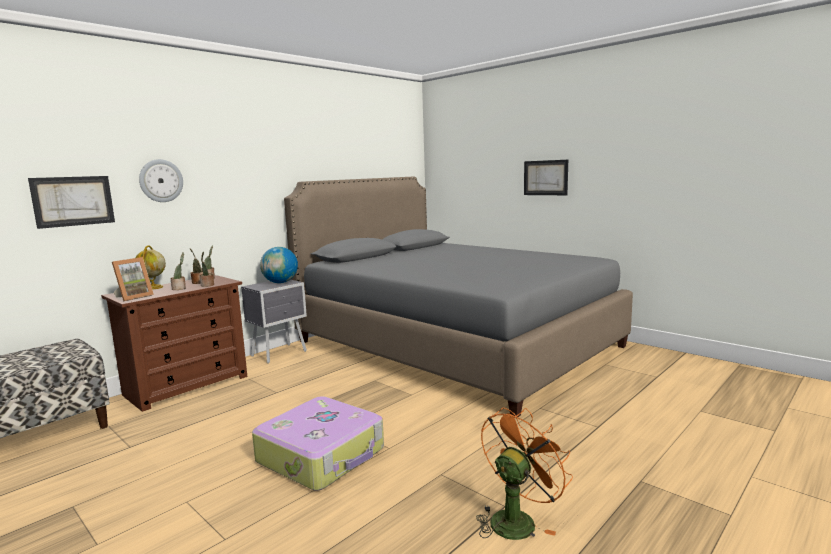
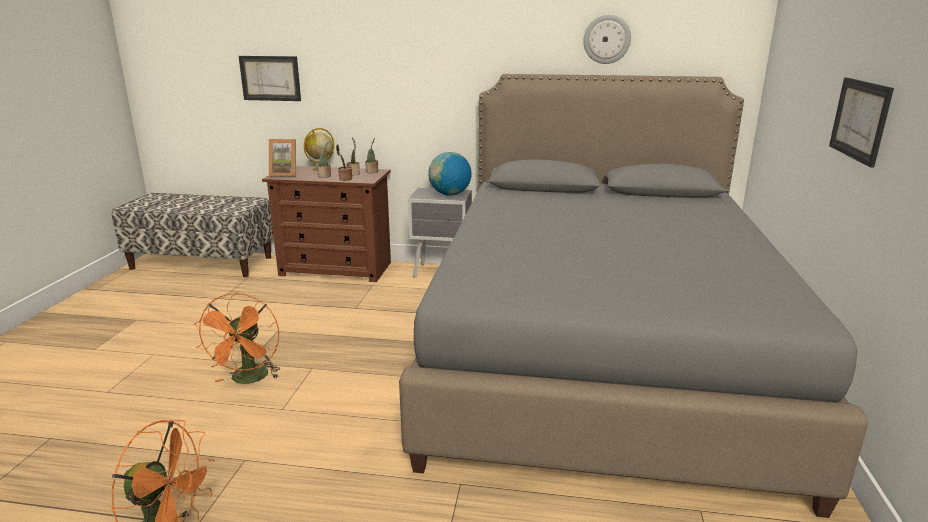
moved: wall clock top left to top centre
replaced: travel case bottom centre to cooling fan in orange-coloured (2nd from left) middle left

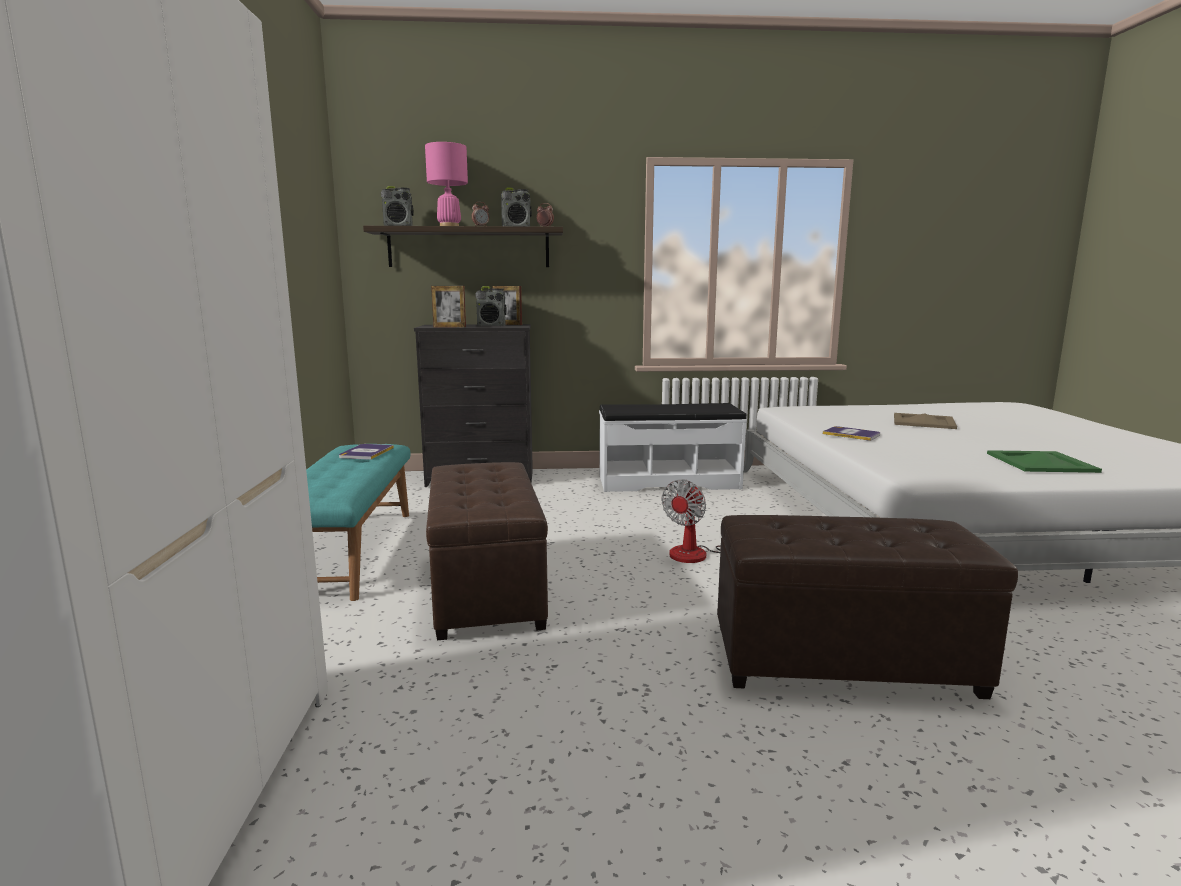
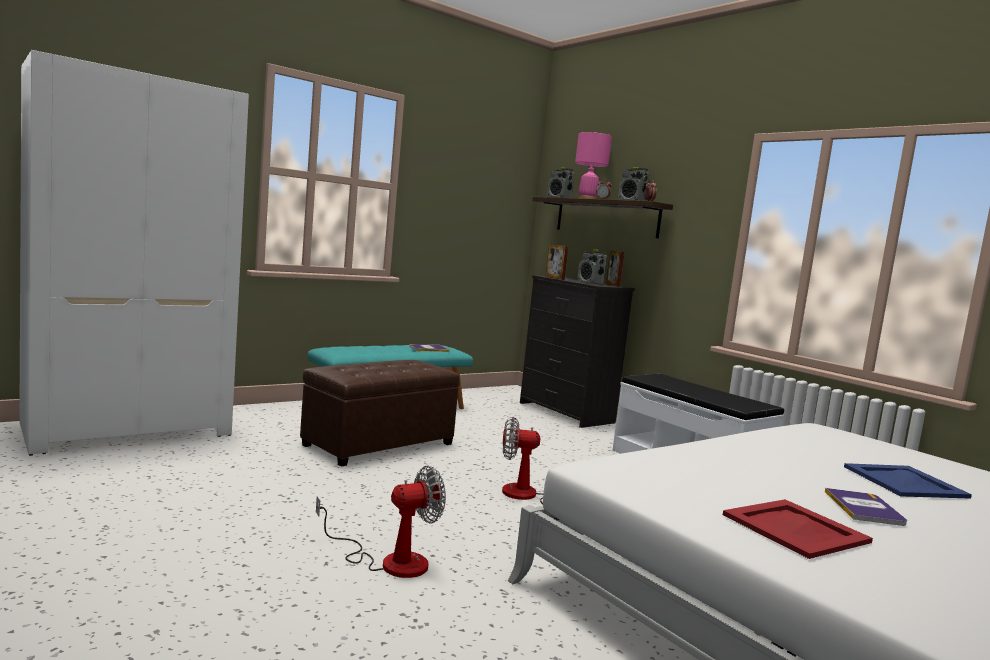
moved: bound book (2nd from left) middle right to bottom right
replaced: footrest in brownish (2nd from left) bottom right to cooling fan (1st from left) bottom centre
recoloured: tray in green middle right to tray in reddish bottom right; tray in beige-coloured middle right to tray in bluish bottom right

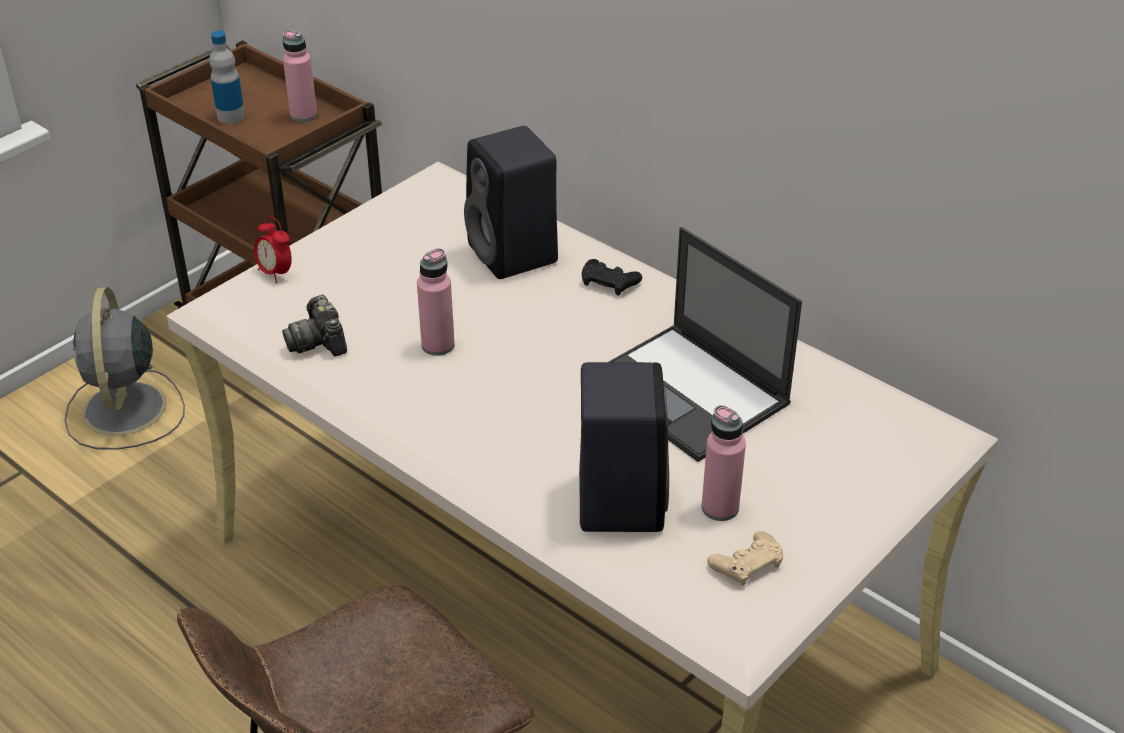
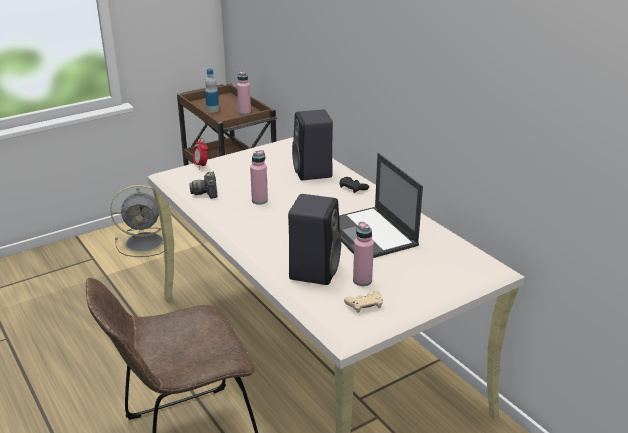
turned: cooling fan in greyish middle left = middle left 105 degrees counterclockwise

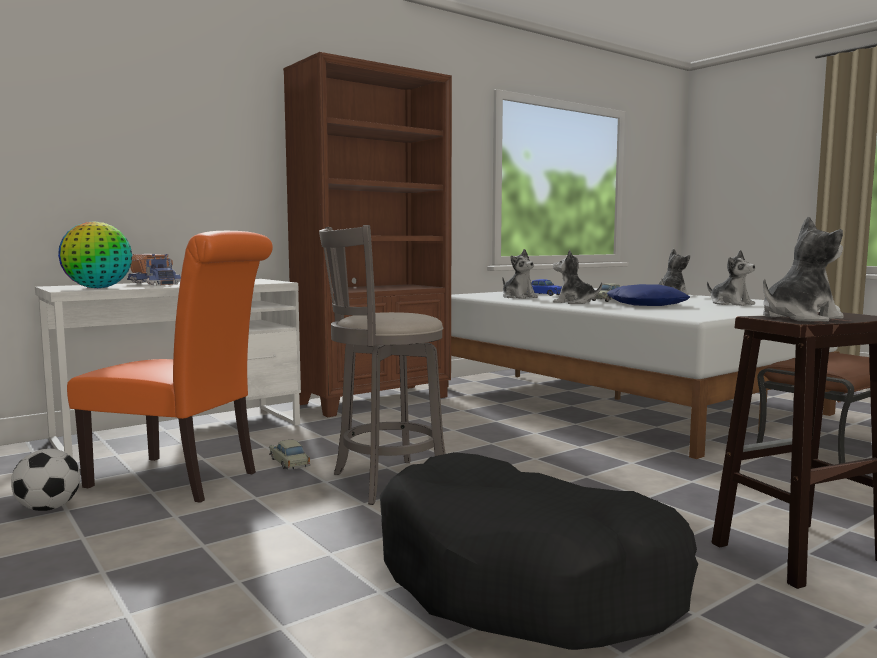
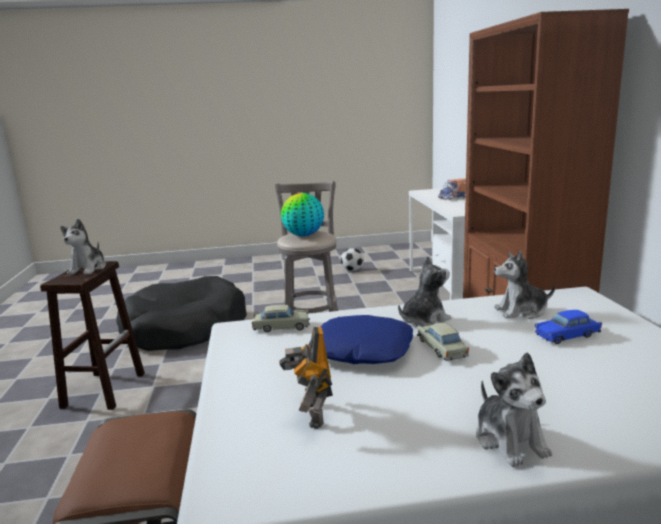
removed: upright chair in orange-coloured middle left
moved: miniature car in beige-coloured (1st from left) bottom left to centre; world globe middle left to centre
replaced: soft toy (4th from left) middle right to toy robot bottom centre

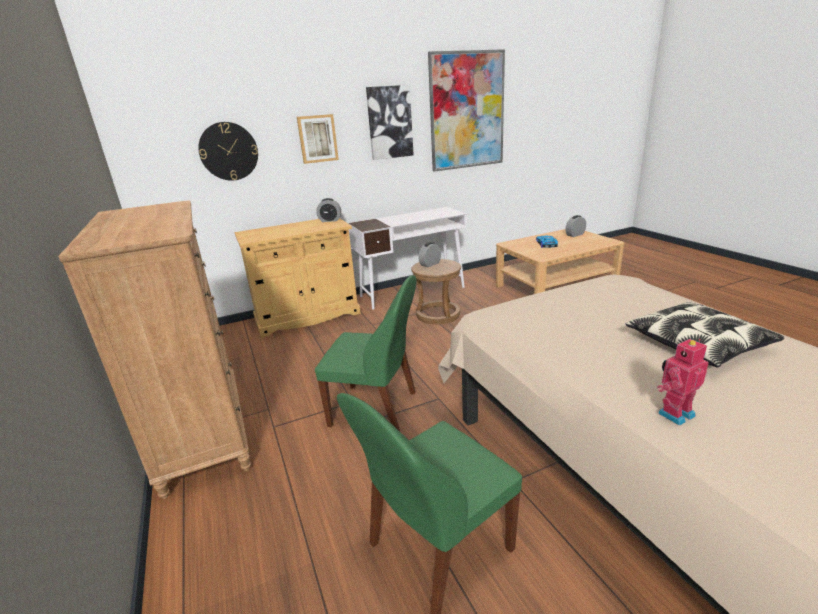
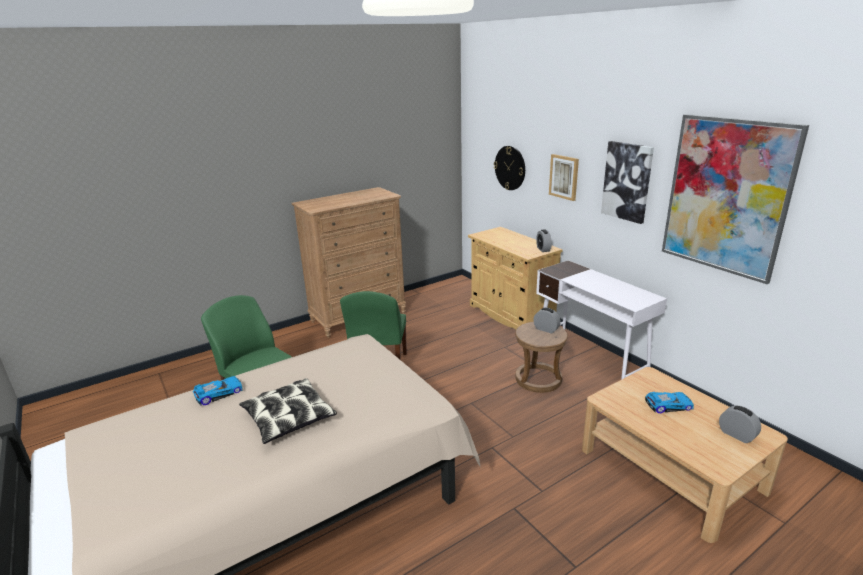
replaced: toy robot middle right to miniature car (1st from left) bottom left

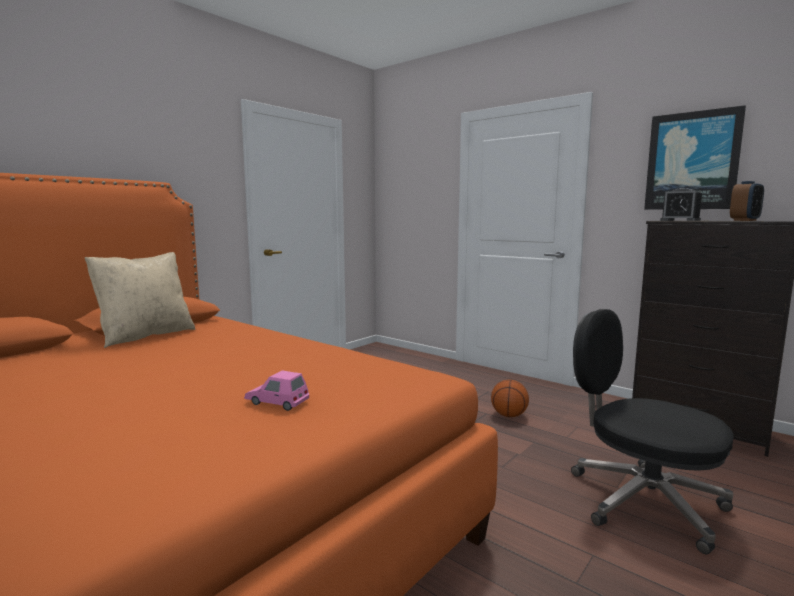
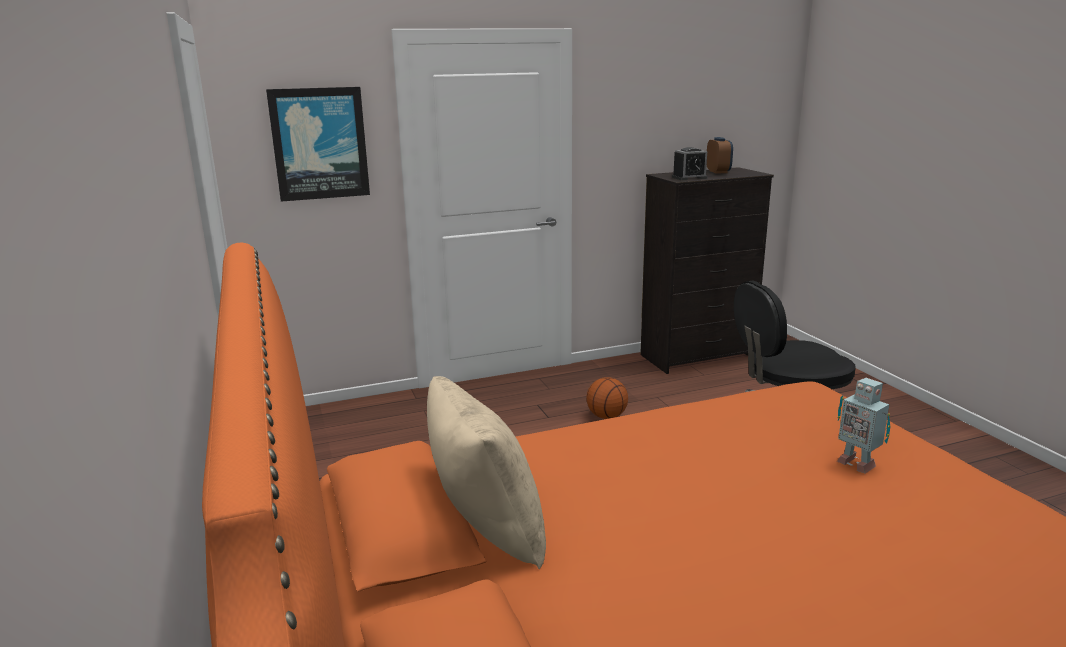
moved: picture top right to top left
replaced: miniature car in pink centre to toy robot middle right

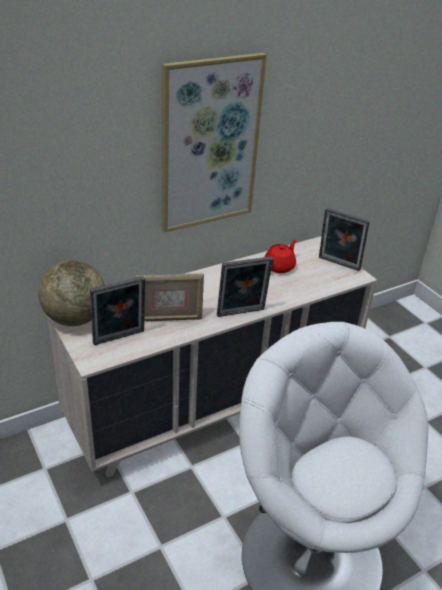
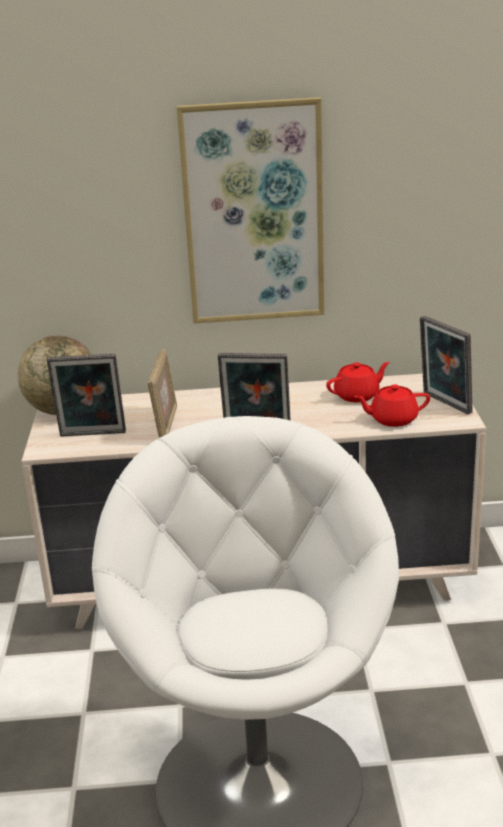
added: teapot in reddish (2nd from left) middle right
turned: standing frame (2nd from left) centre = middle left 105 degrees counterclockwise

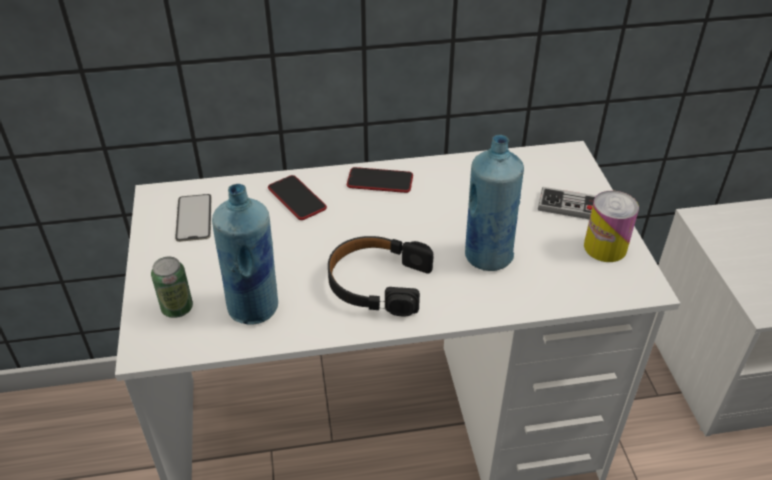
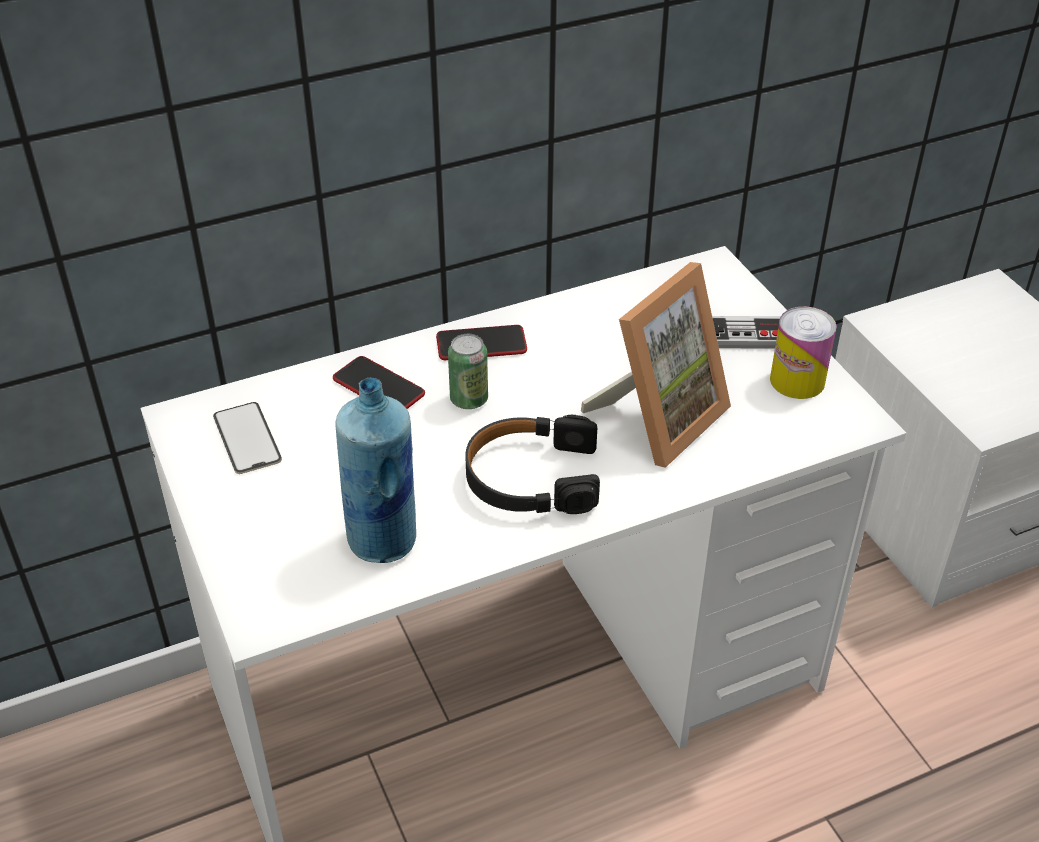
moved: sealed can (1st from left) middle left to centre
replaced: bottle in bluish (2nd from left) centre to standing frame centre

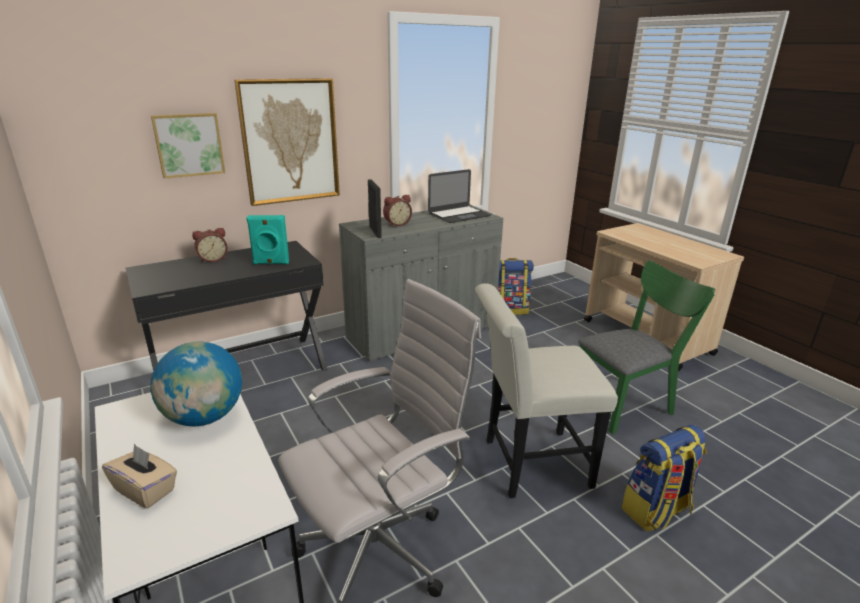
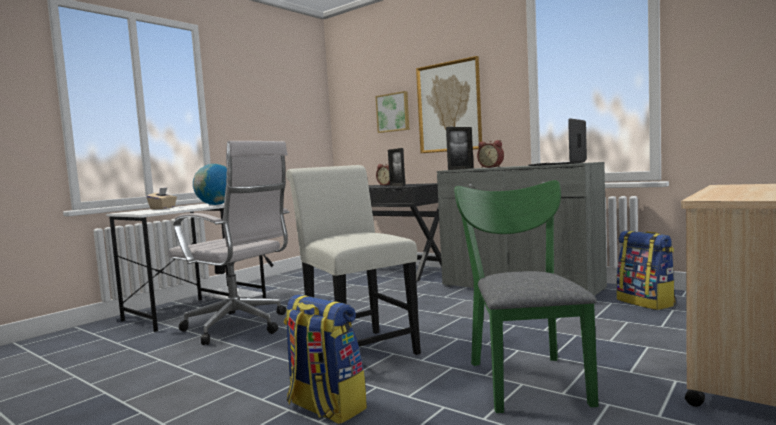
replaced: audio speaker in turquoise-coloured middle left to standing frame (1st from left) centre
turned: upright chair in green middle right = bottom right 135 degrees counterclockwise; notebook computer top centre = middle right 90 degrees clockwise

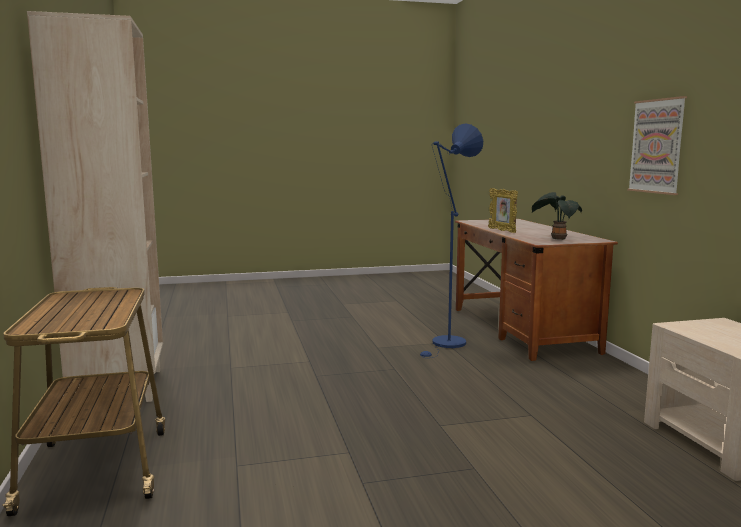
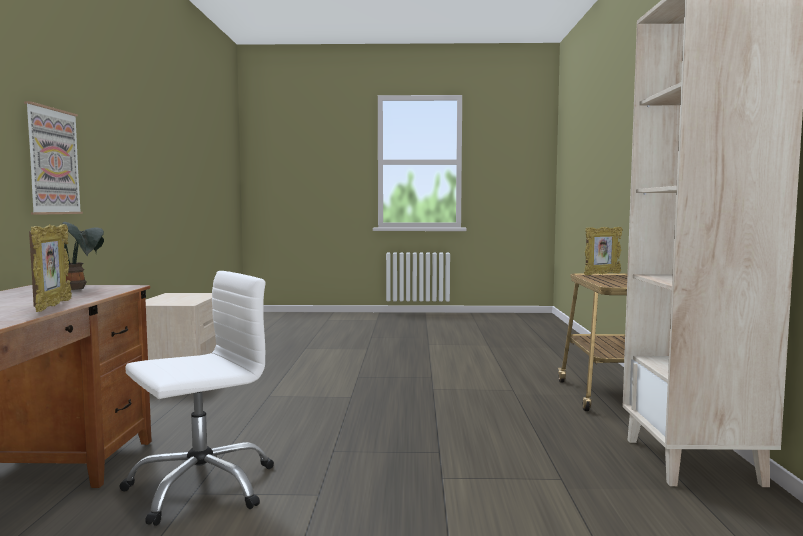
added: standing frame (2nd from left) middle right
replaced: standing lamp in bluish centre to computer chair in white bottom left

